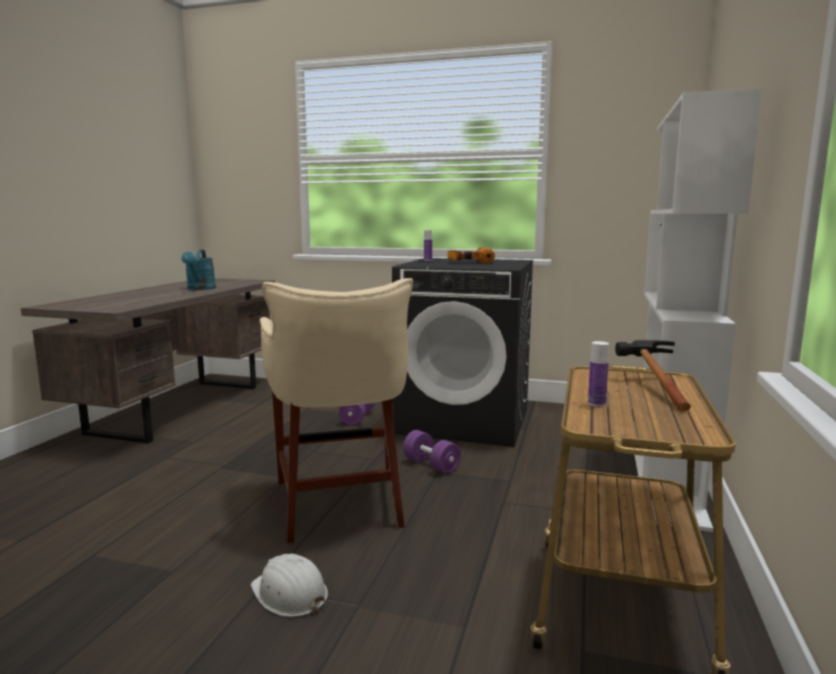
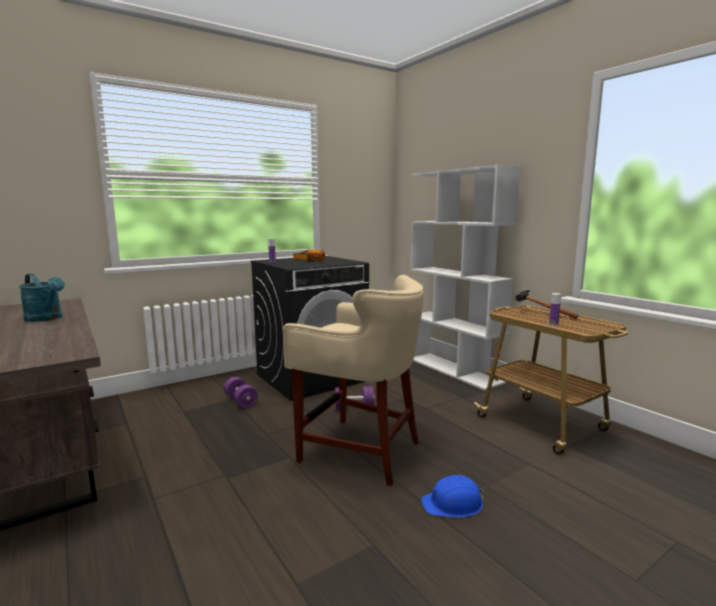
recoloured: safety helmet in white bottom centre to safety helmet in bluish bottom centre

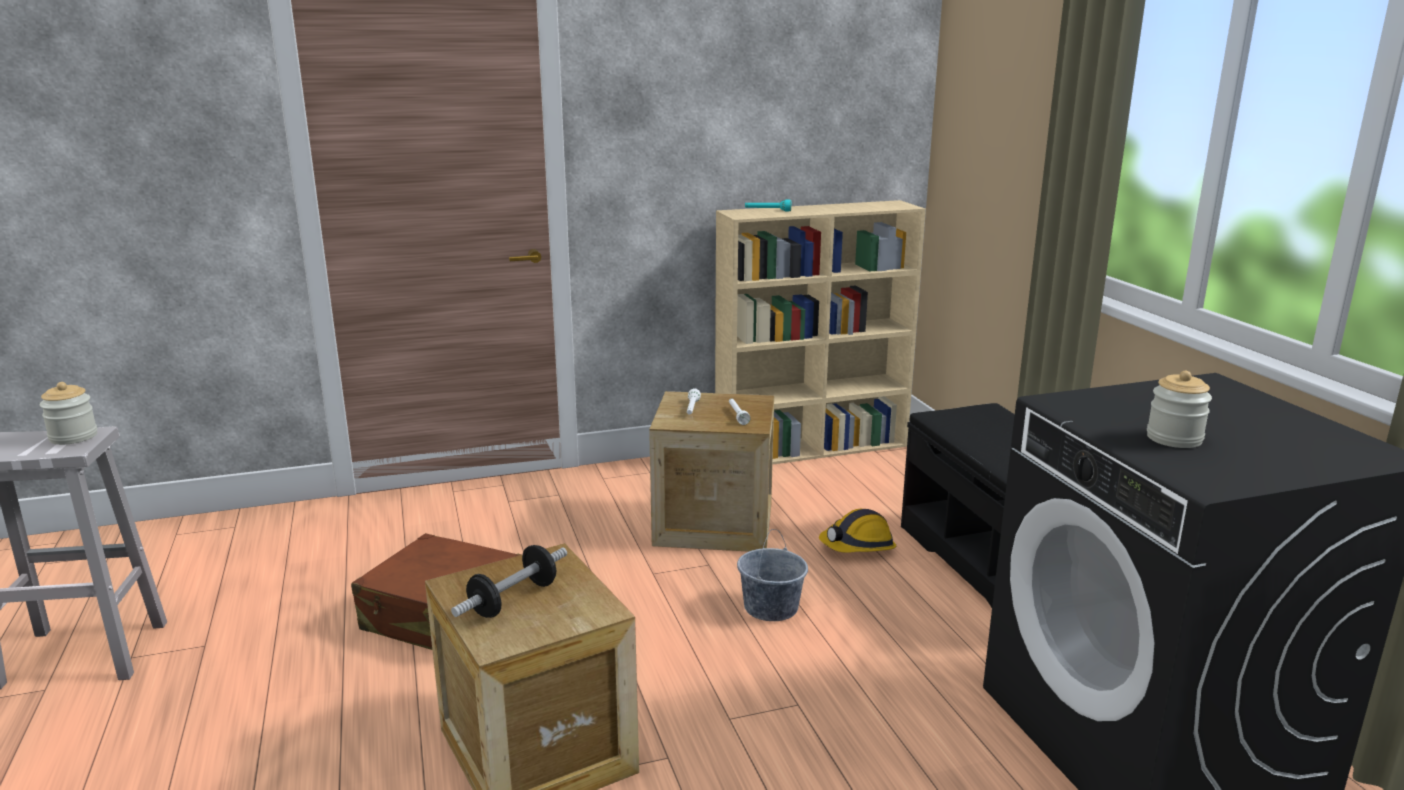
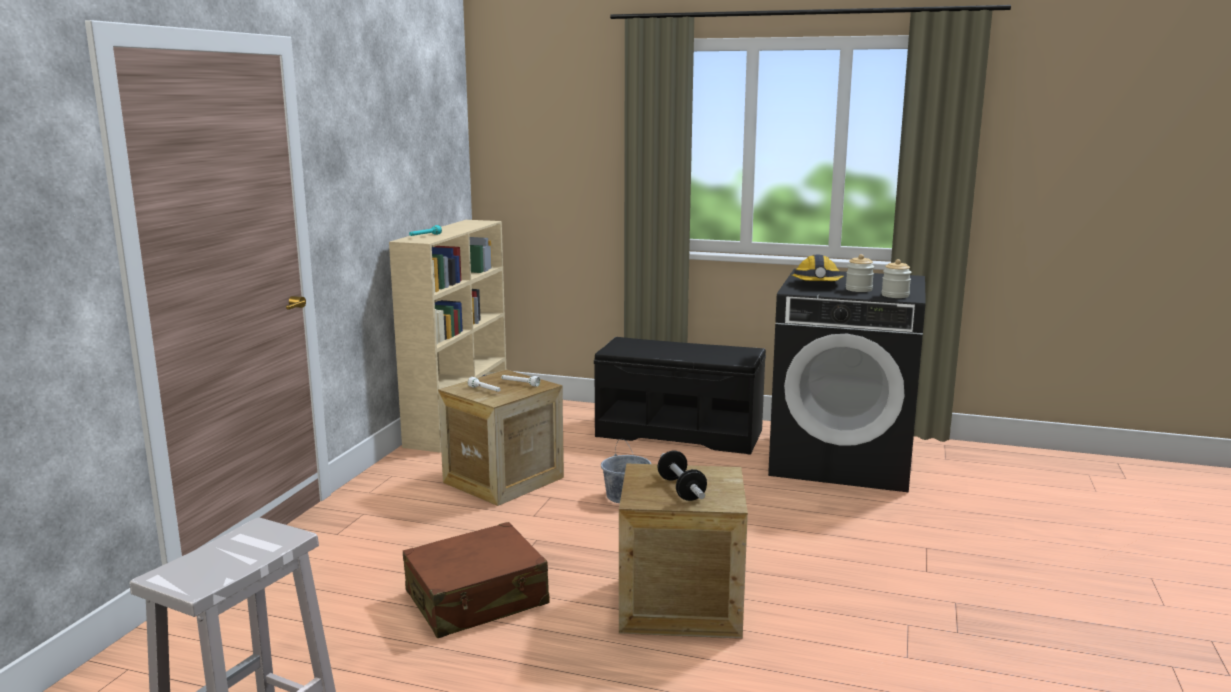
moved: safety helmet bottom centre to centre; preserve jar (1st from left in the first image) middle left to preserve jar (2nd from left) middle right

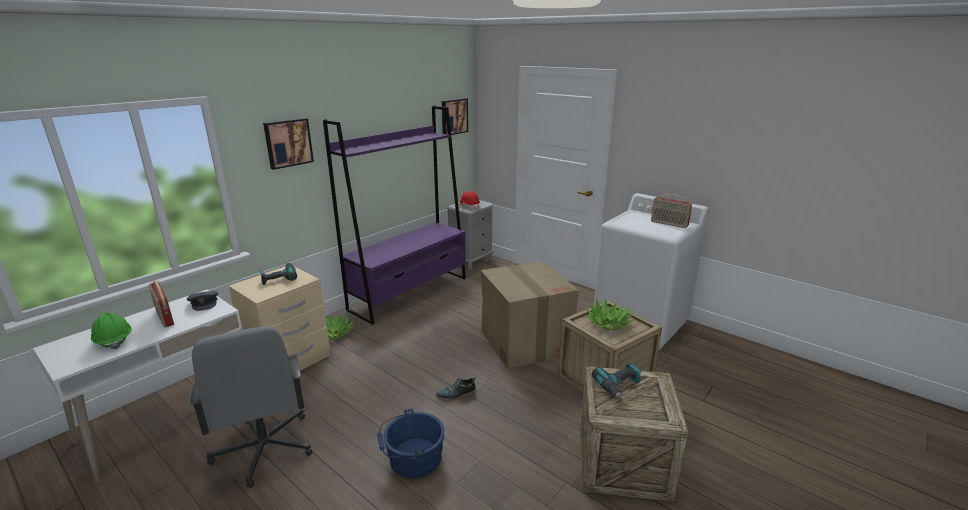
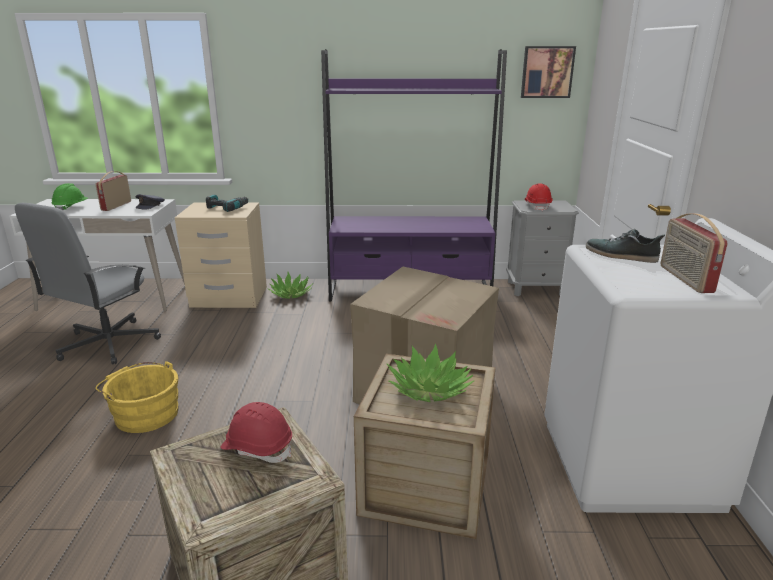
removed: picture (1st from left) top left
moved: item of footwear bottom centre to middle right
replaced: electric drill (2nd from left) bottom centre to safety helmet in reddish (1st from left) bottom left
recoloured: water bucket in bluish bottom centre to water bucket in yellow-coloured bottom left

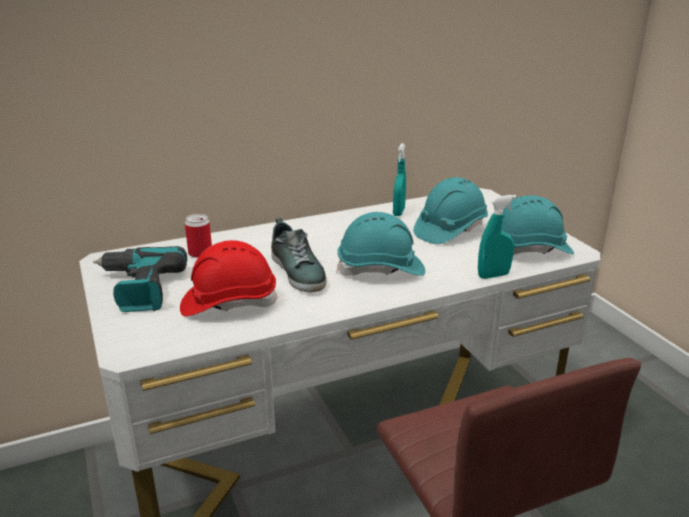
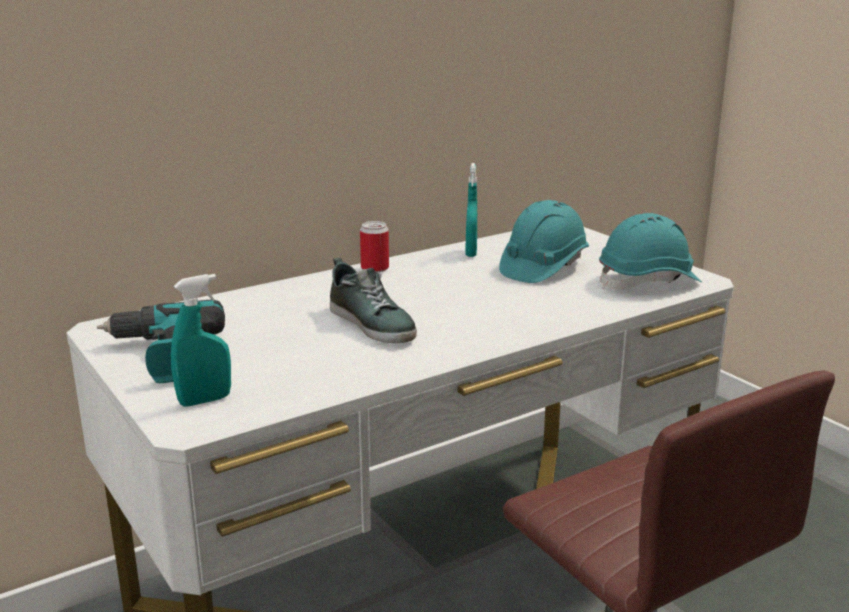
removed: safety helmet in reddish middle left; safety helmet in turquoise-coloured (1st from left) centre
moved: spray bottle in turquoise-coloured (2nd from left in the first image) middle right to spray bottle in turquoise-coloured (1st from left) middle left; sealed can middle left to centre

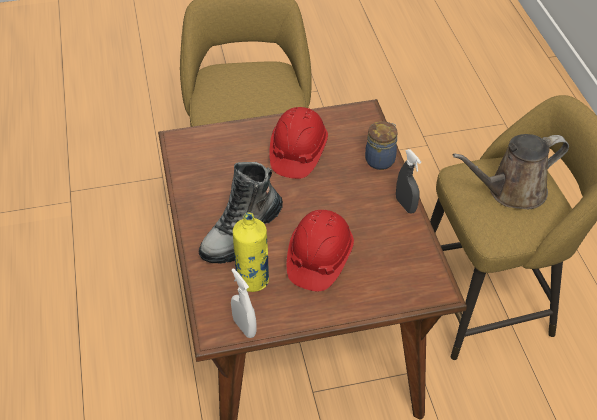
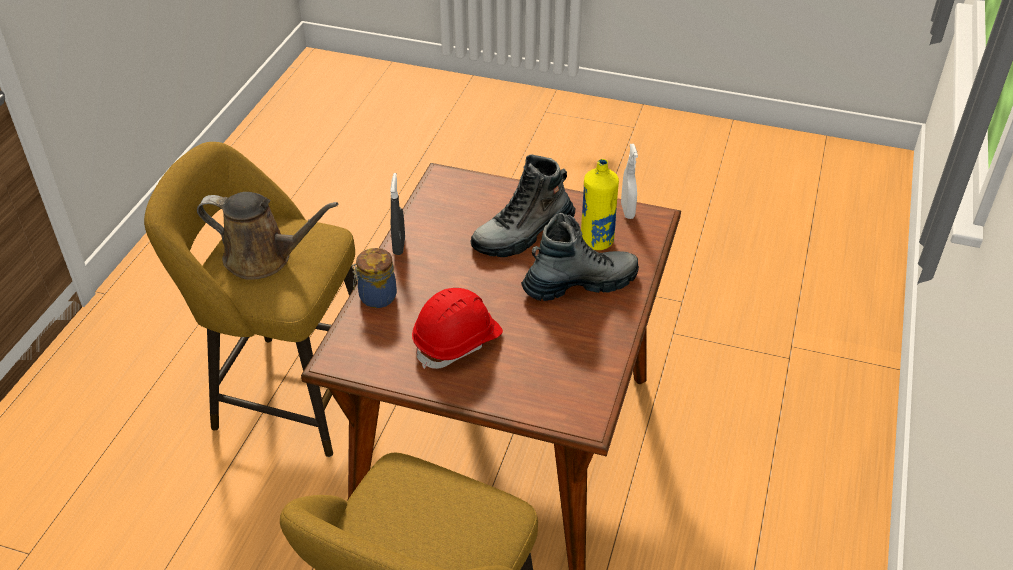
replaced: safety helmet in reddish (2nd from left) centre to boot (1st from left) centre

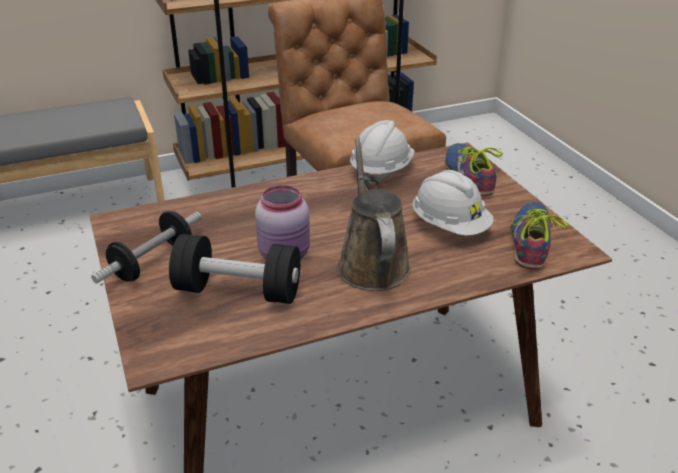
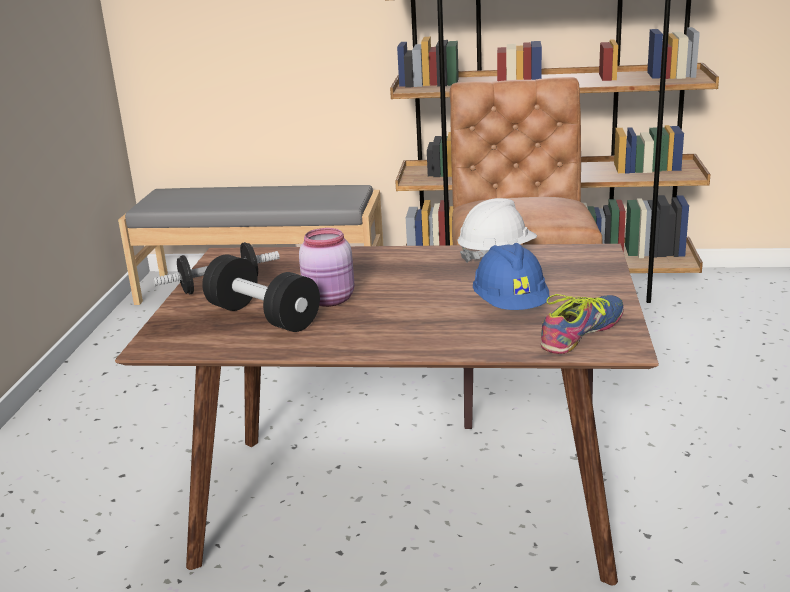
removed: watering pot in brownish centre; item of footwear (1st from left) middle right
recoloured: safety helmet in white (2nd from left) middle right to safety helmet in bluish centre

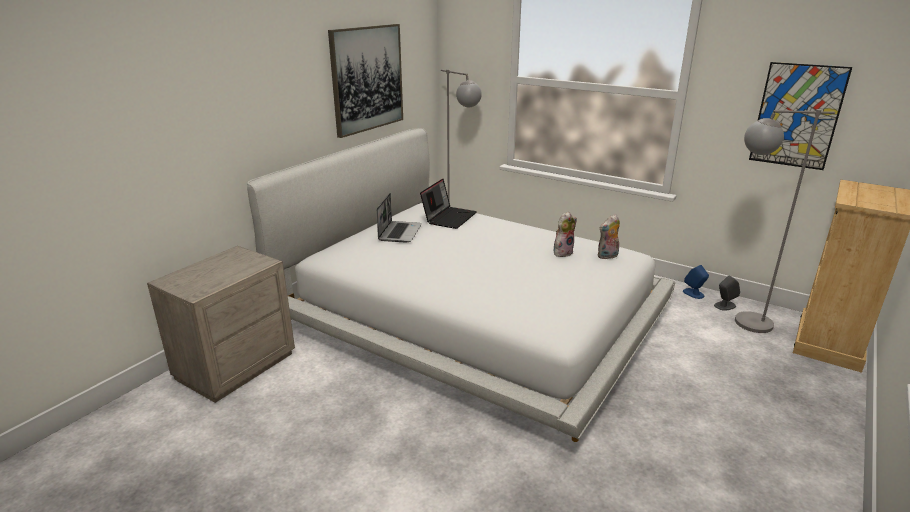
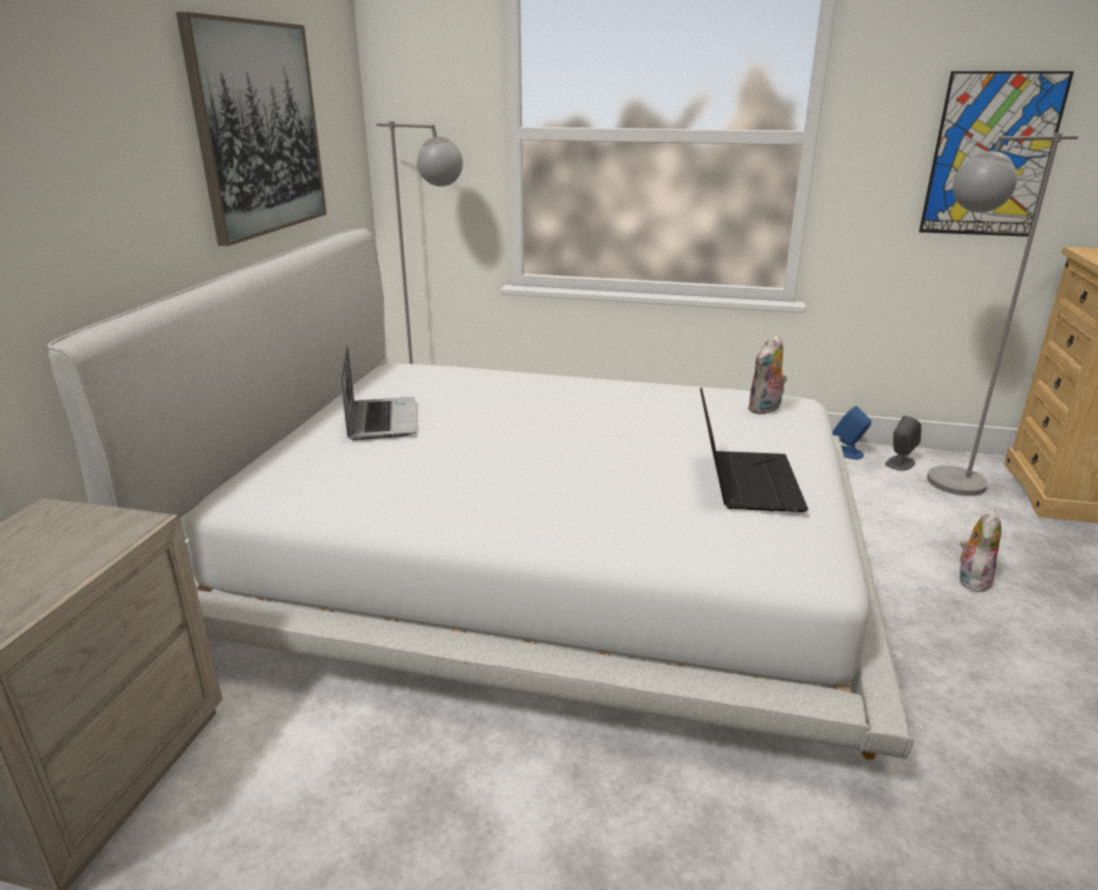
moved: notebook computer (2nd from left) centre to middle right; soft toy (1st from left in the first image) centre to soft toy (2nd from left) middle right

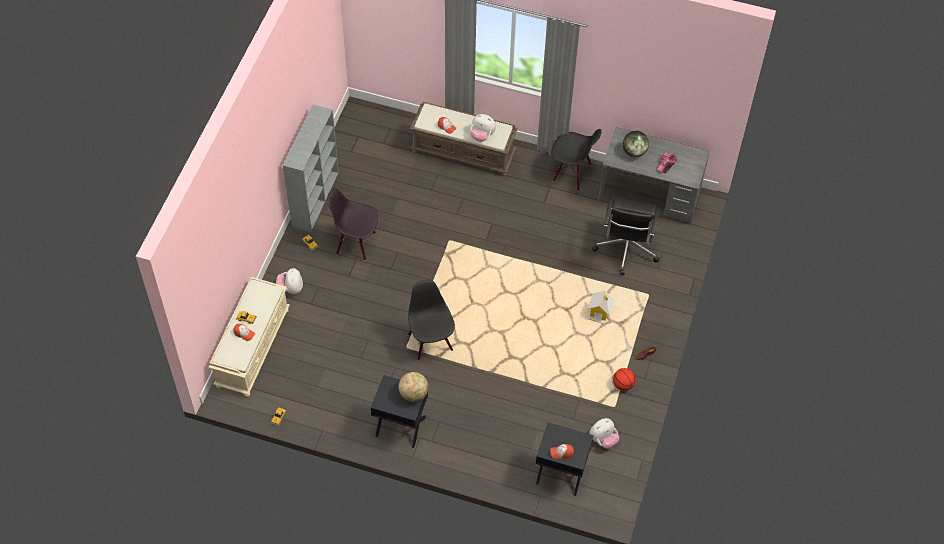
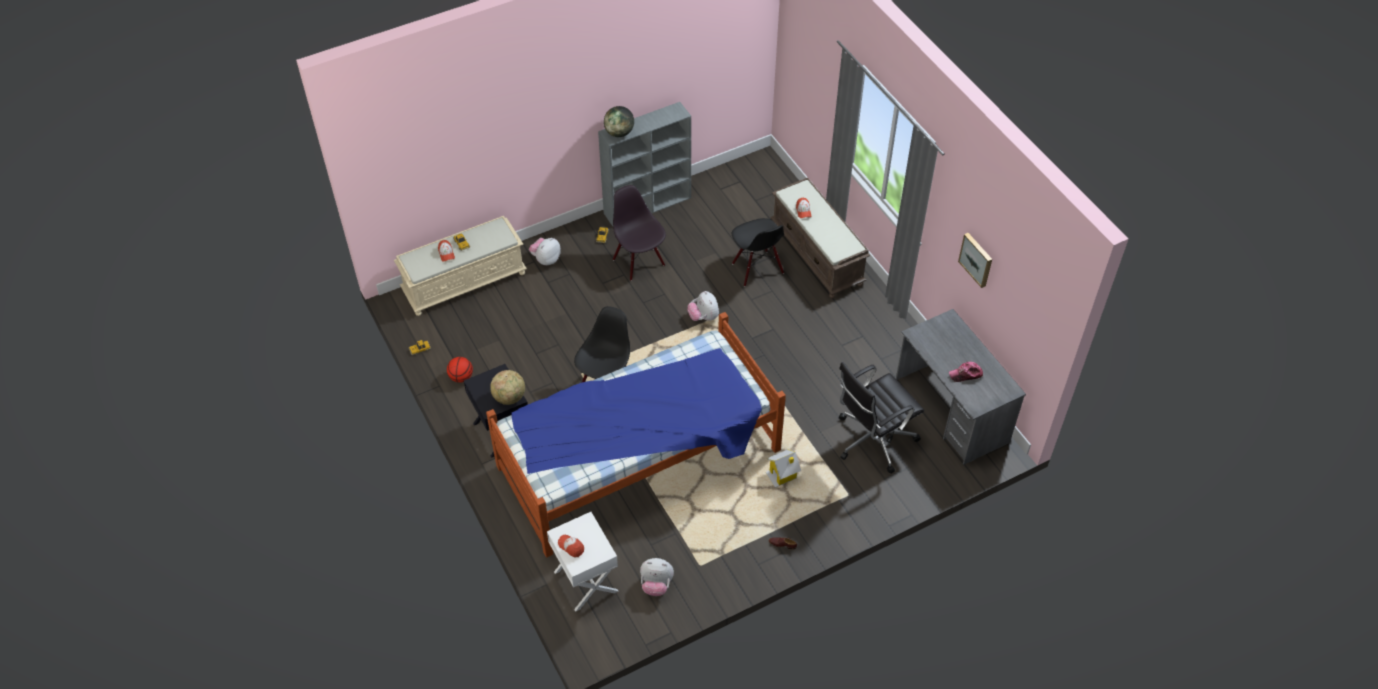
added: bedroom bed centre; picture middle right
moved: basketball bottom centre to centre; world globe (2nd from left) top right to top centre; soft toy (2nd from left in the first image) top centre to soft toy (3rd from left) centre; upright chair in blackish (3rd from left) top centre to centre
recoloured: nightstand in blackish (2nd from left) bottom centre to nightstand in white bottom centre

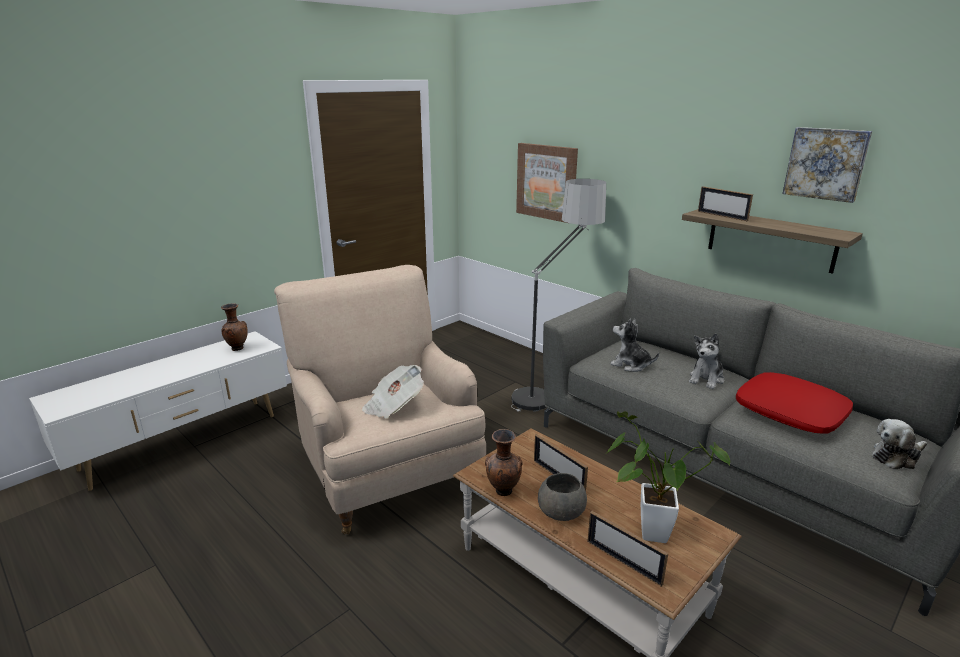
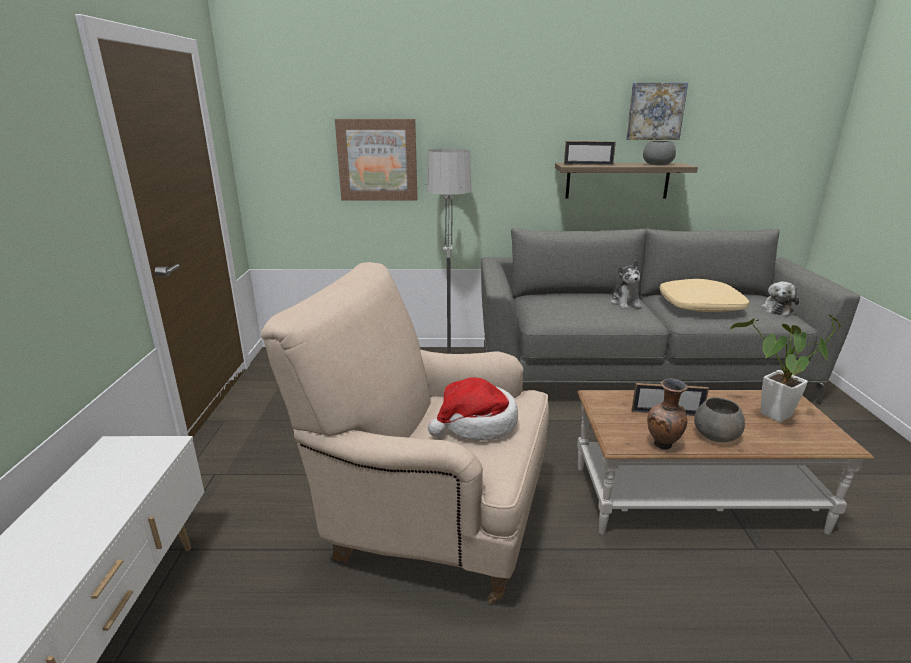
removed: flower vase in brownish (1st from left) middle left; standing frame (2nd from left) bottom centre; soft toy (1st from left) centre
added: serving bowl in greyish (1st from left) top right
replaced: printed paper centre to hat centre
recoloured: throw pillow in reddish middle right to throw pillow in beige-coloured middle right

